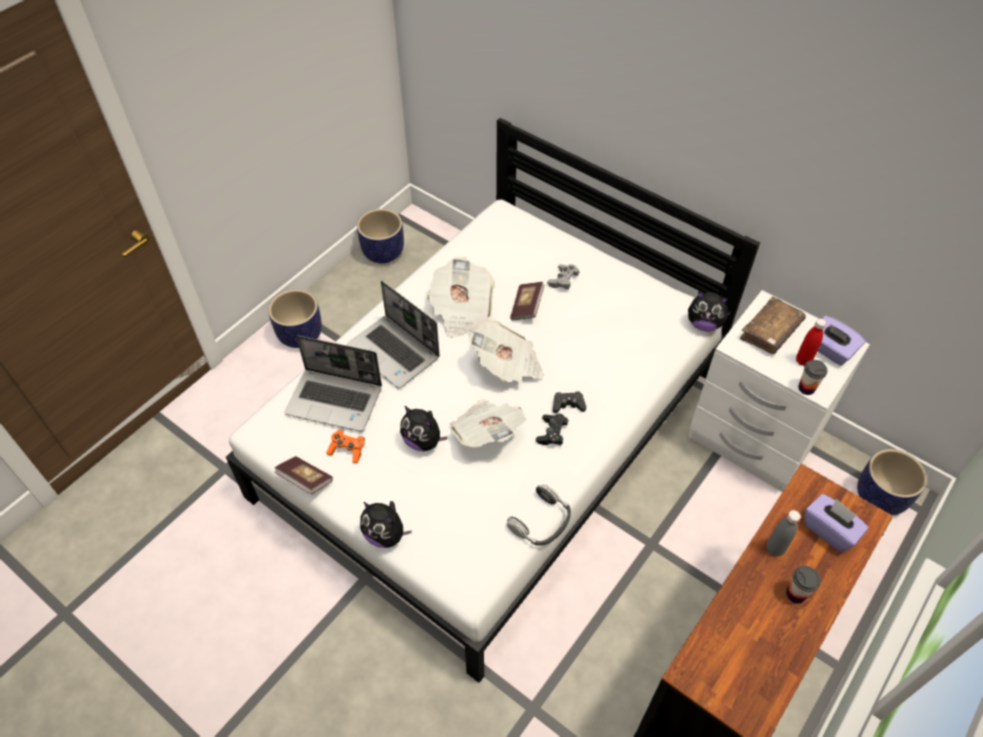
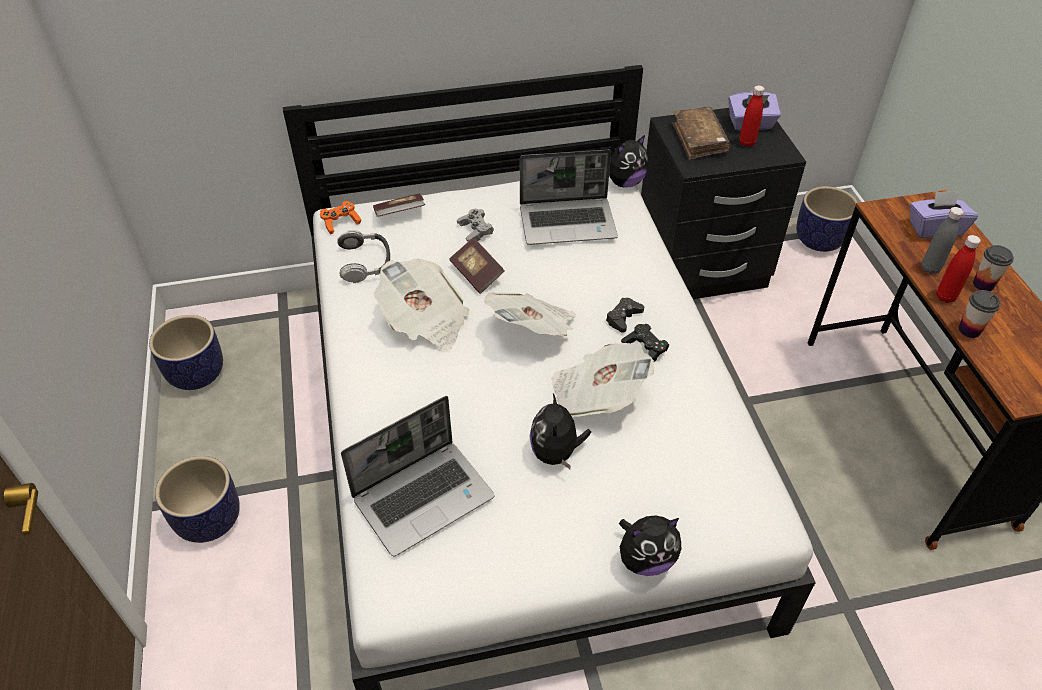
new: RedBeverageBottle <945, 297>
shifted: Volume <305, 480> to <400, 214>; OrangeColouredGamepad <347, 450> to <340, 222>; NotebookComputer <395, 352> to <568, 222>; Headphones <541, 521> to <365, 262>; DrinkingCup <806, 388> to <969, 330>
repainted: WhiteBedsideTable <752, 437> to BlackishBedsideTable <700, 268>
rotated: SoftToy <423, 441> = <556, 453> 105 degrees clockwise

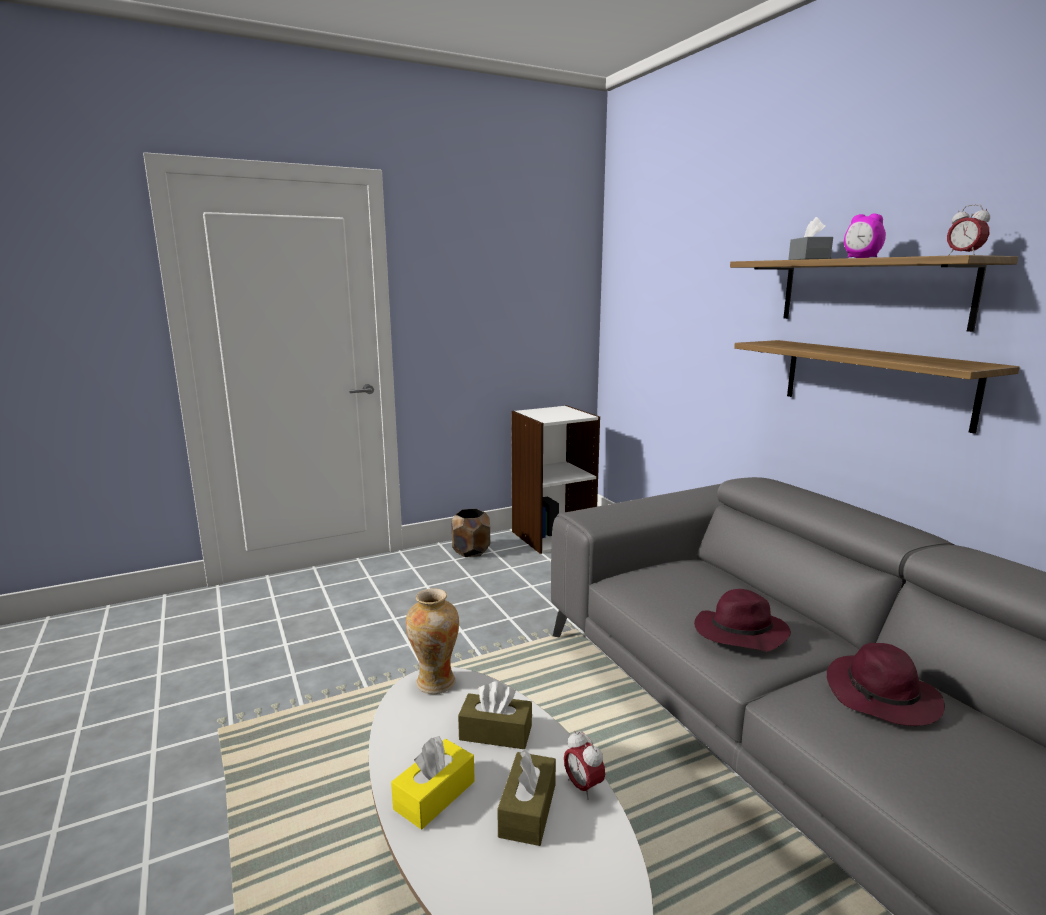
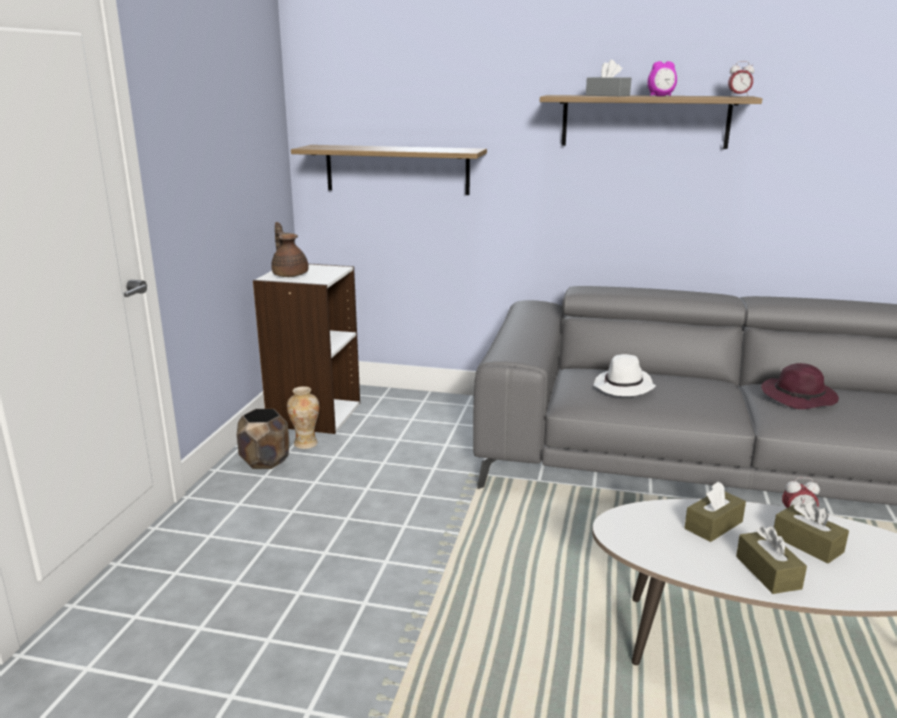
gone: PurpleColouredClothingHat <739, 634>
new: BrownishTeapot <290, 274>; WhiteClothingHat <624, 387>
shifted: Vase <435, 683> to <306, 444>; Shelf <874, 381> to <397, 169>
repainted: YellowTissueBox <434, 795> to BrownishTissueBox <768, 572>

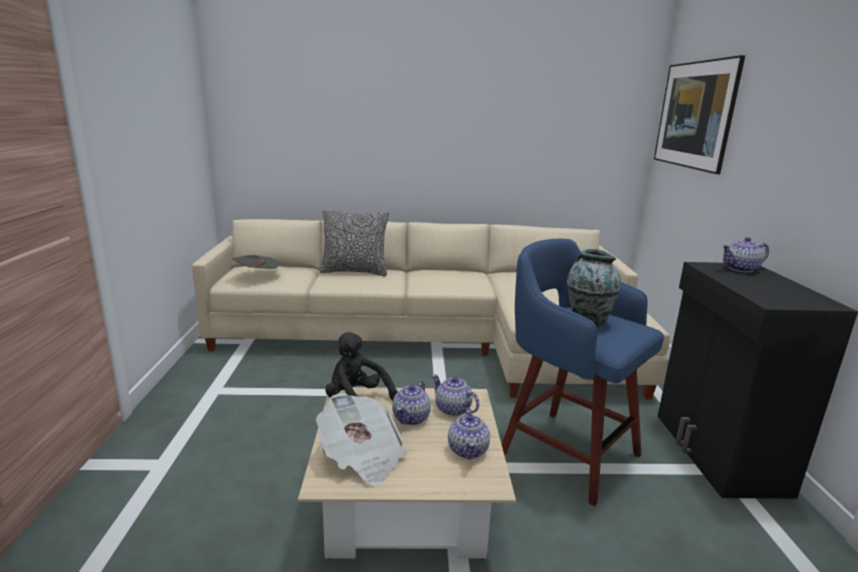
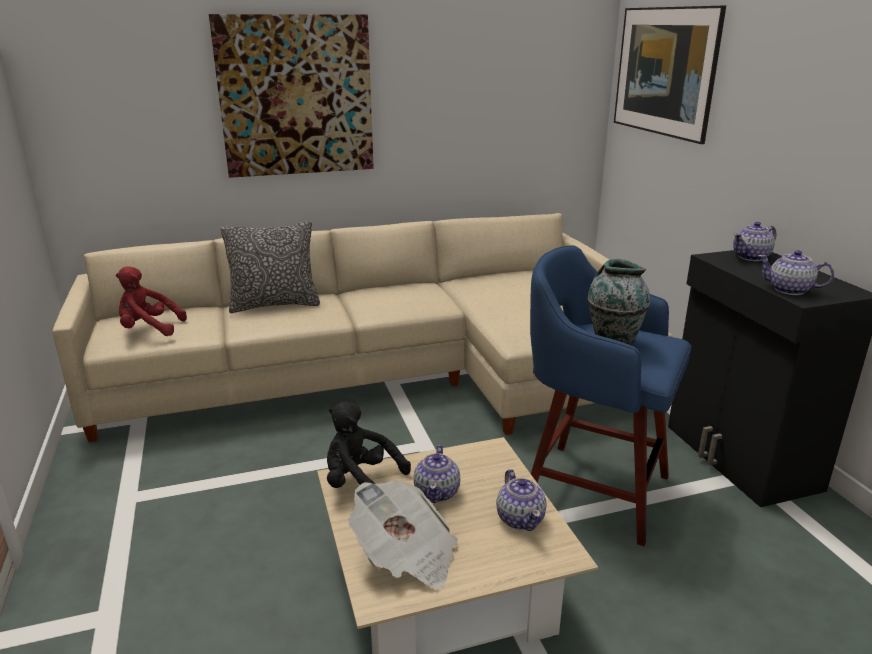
new: WallPicture <296, 96>
shifted: Teapot <453, 409> to <790, 290>
swapped: Newspaper <260, 275> to RedSoftToy <149, 329>

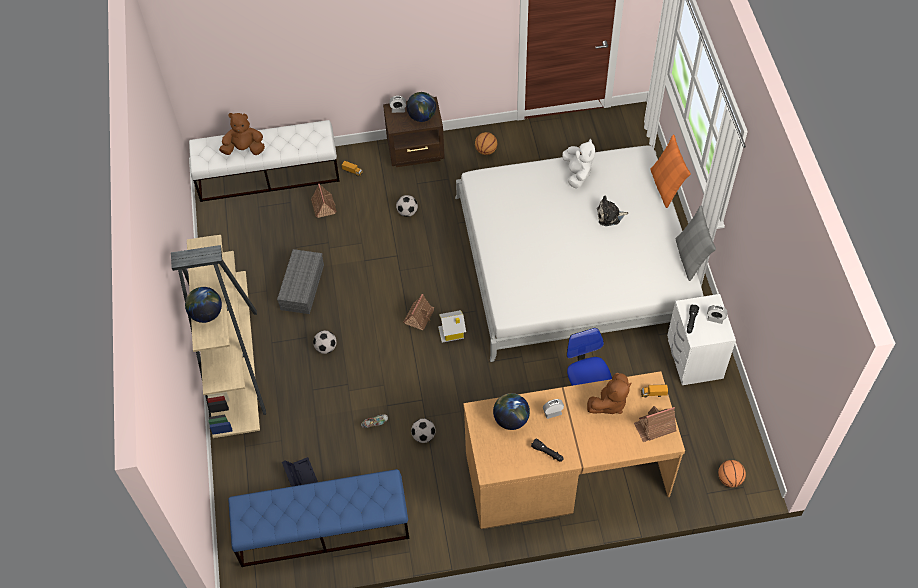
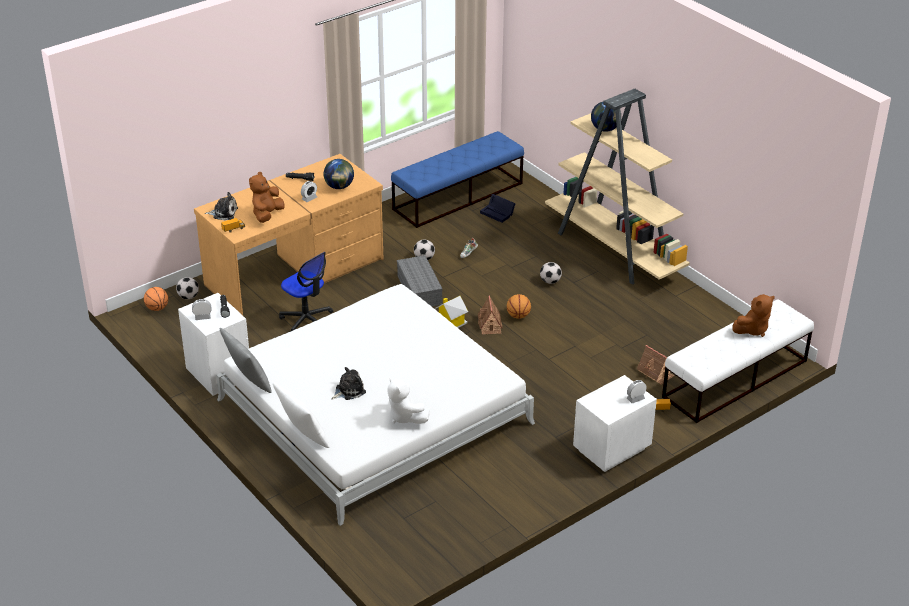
gone: WorldGlobe <422, 116>
shifted: GreyishStorageBox <302, 286> to <420, 290>; BallForFootball <407, 212> to <188, 297>; BasketballBall <486, 150> to <518, 316>
swapped: ToyHouse <654, 427> to SoftToy <223, 213>
repainted: BrownishBedsideTable <416, 152> to WhiteBedsideTable <610, 450>; OrangeColouredThrowPillow <666, 186> to WhiteThrowPillow <303, 436>

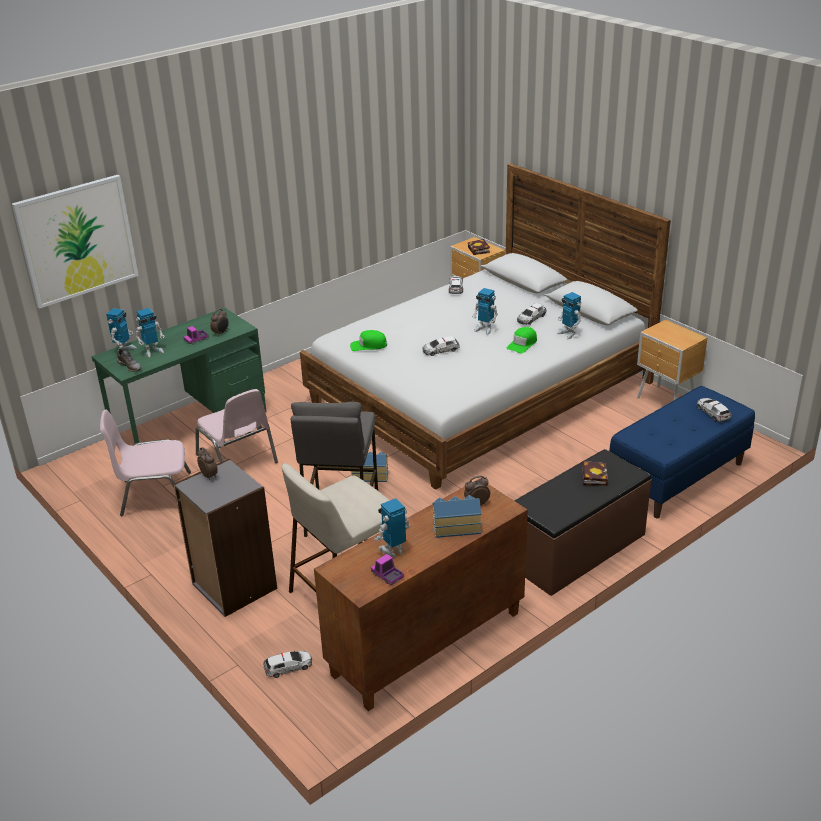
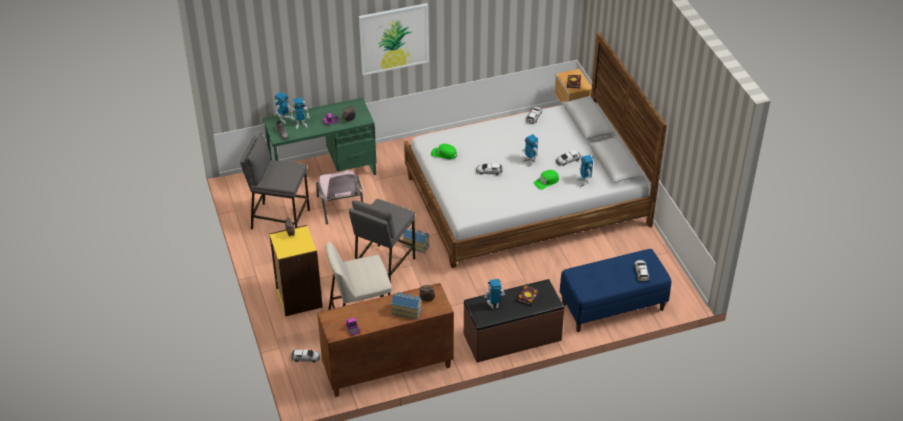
gone: BrownishBedsideTable <666, 402>
shifted: WallPicture <77, 240> to <394, 38>; RobotFigure <393, 550> to <494, 304>
swapped: PinkColouredPlainChair <155, 494> to GreyishStool <280, 219>
repainted: GreyishBookshelf <233, 586> to YellowBookshelf <298, 298>

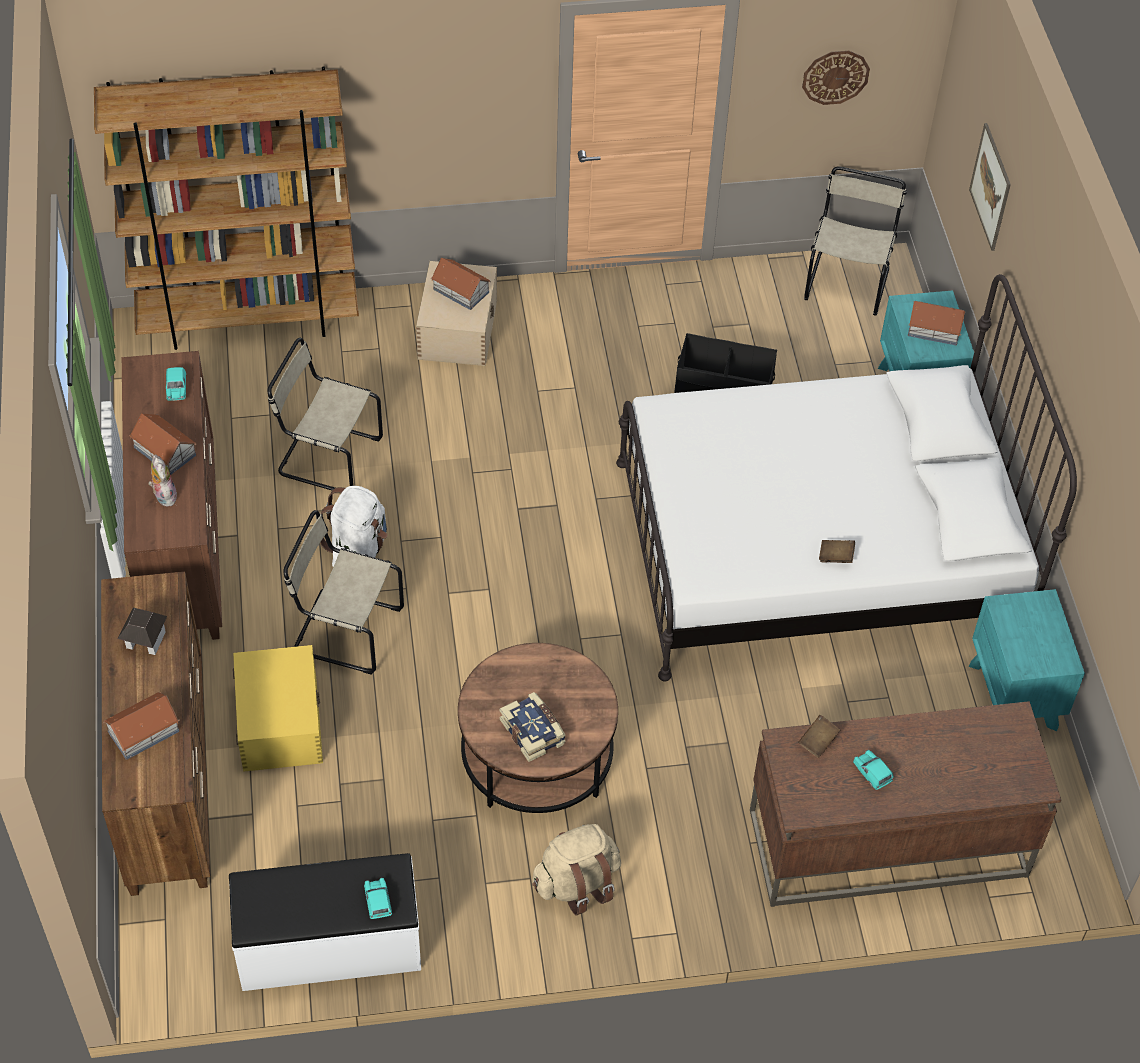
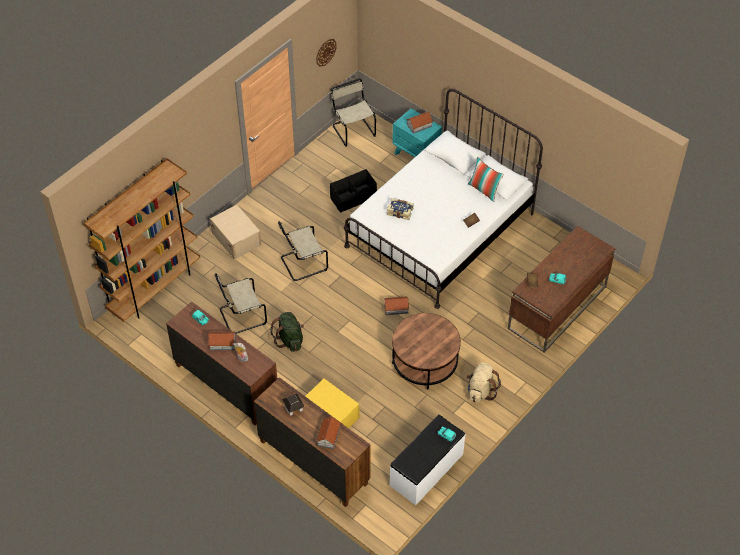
gone: WallPicture <990, 187>; TurquoiseBedsideTable <1014, 696>
new: ThrowPillow <484, 190>
shifted: BeigeColouredPlainChair <344, 630> to <302, 264>; ToyHouse <461, 291> to <396, 308>; Volume <533, 732> to <400, 211>
repainted: WhiteRucksack <357, 549> to GreenRucksack <289, 340>

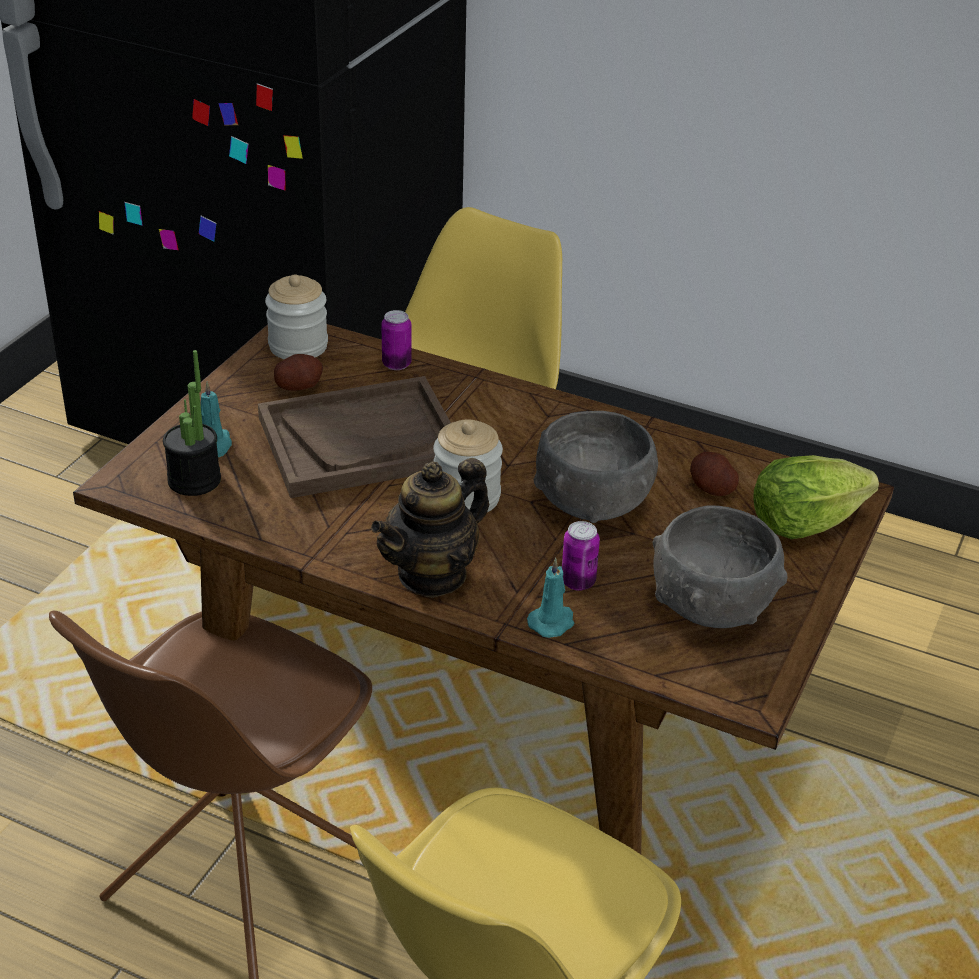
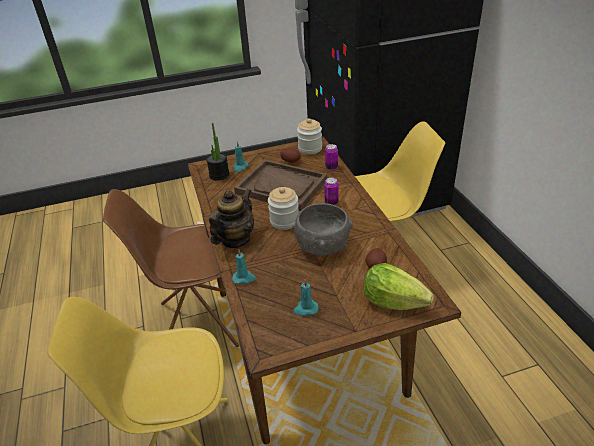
shifted: MetalCan <578, 582> to <331, 202>
swapped: GreyishBowl <712, 606> to TurquoiseCandle <305, 309>
rotated: Teapot <432, 574> = <235, 239> 120 degrees clockwise

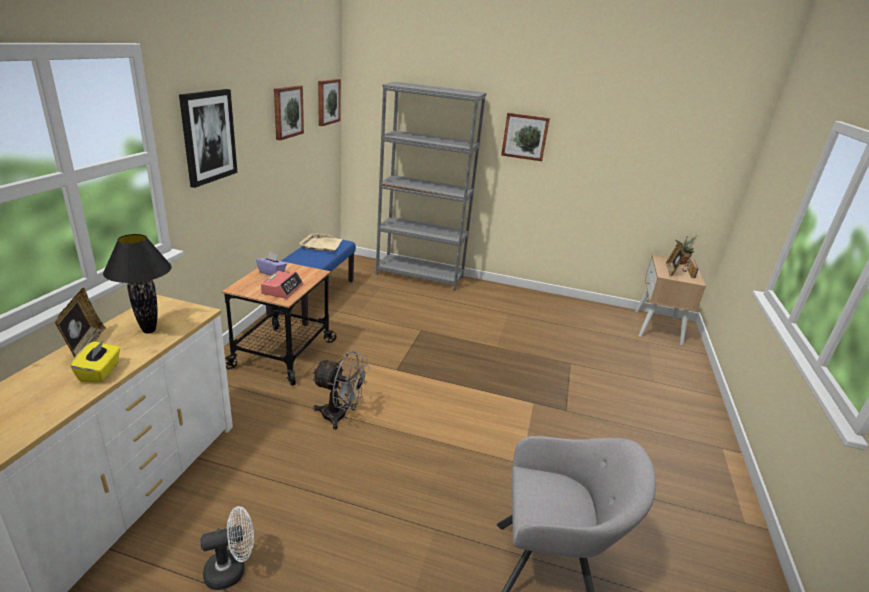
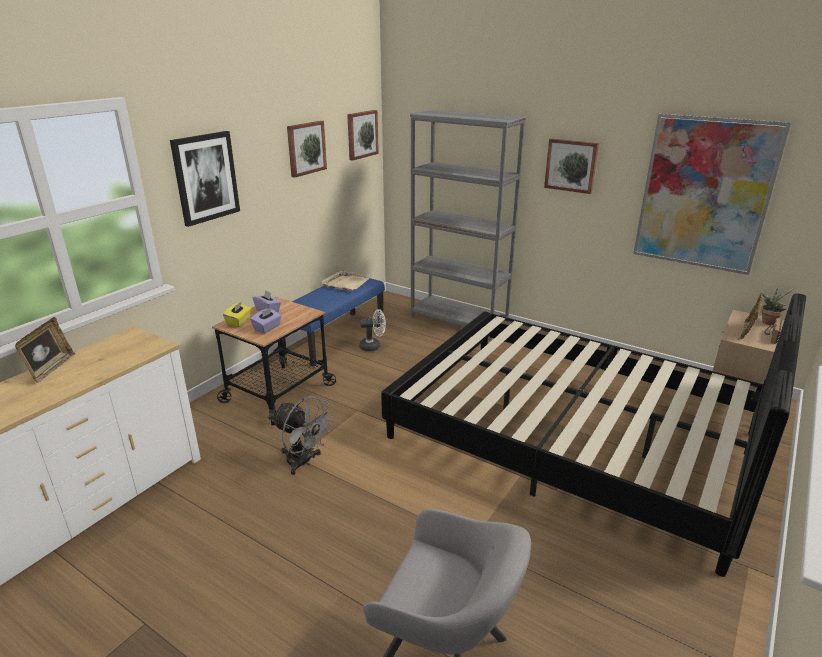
gone: BlackishLampForATable <150, 330>
new: BlackishBed <572, 437>; WallPicture <704, 194>
shifted: YellowTissueBox <100, 372> to <238, 322>; WhiteFan <232, 570> to <373, 346>
swapped: TableClock <282, 289> to PurpleColouredTissueBox <267, 328>

